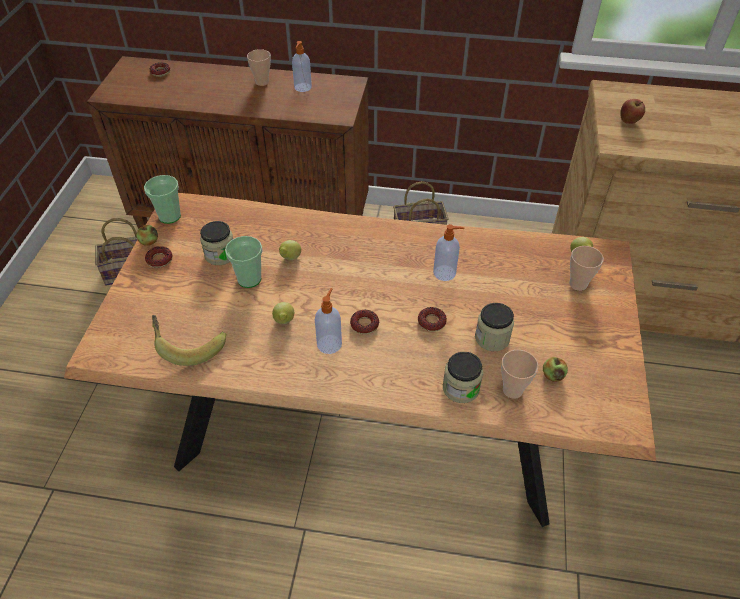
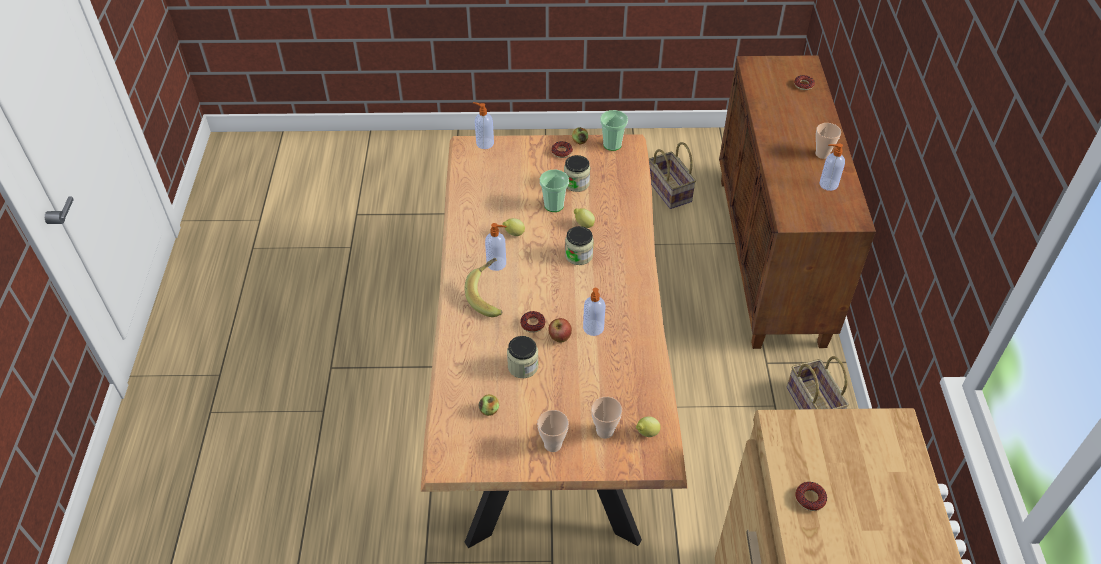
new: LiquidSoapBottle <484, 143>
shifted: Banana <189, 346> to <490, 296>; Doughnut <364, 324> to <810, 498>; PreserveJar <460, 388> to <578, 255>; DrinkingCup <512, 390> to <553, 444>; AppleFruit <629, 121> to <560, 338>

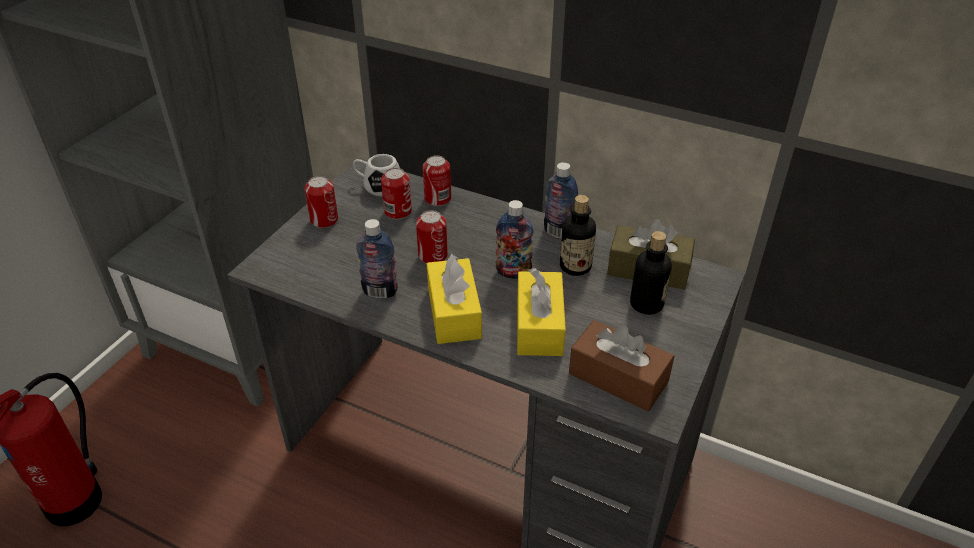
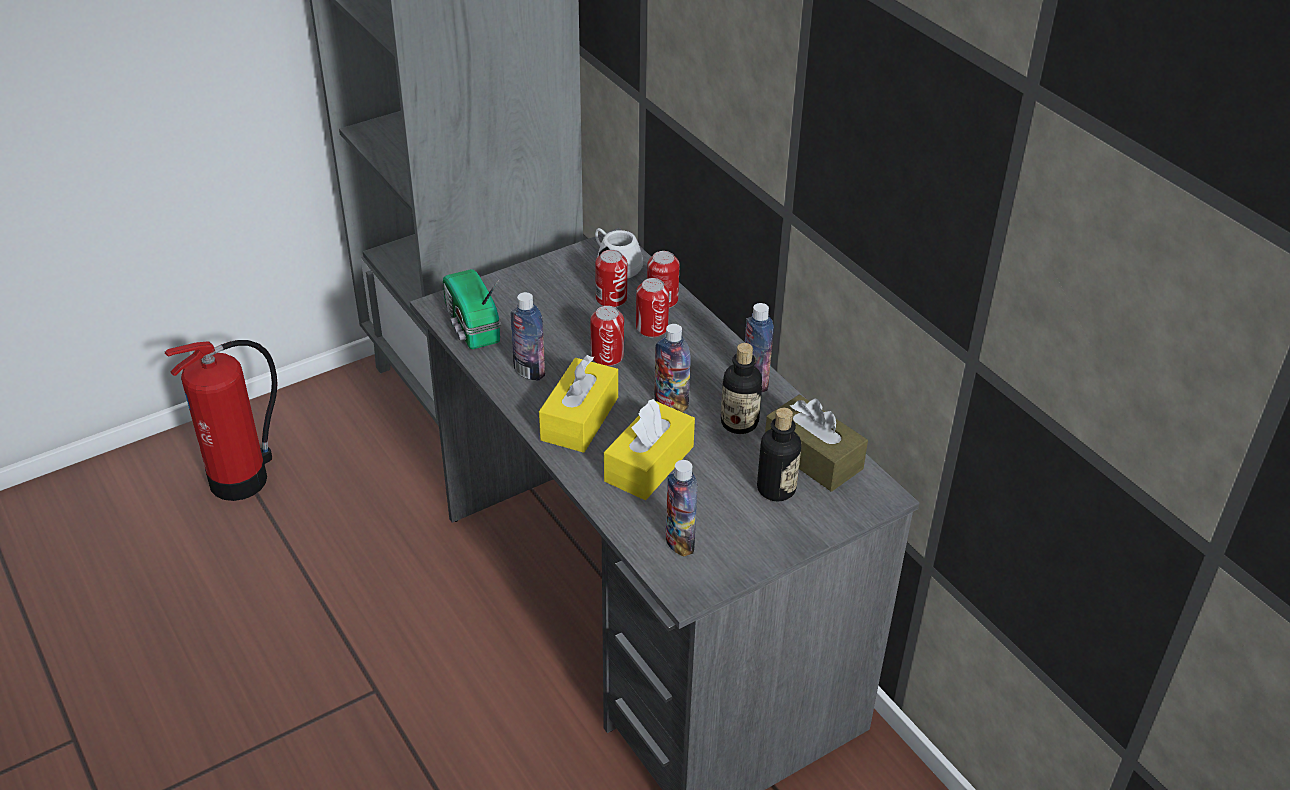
new: Radio <471, 326>
shifted: MetalCan <324, 220> to <652, 328>
swapped: BrownishTissueBox <618, 377> to BeverageBottle <679, 542>

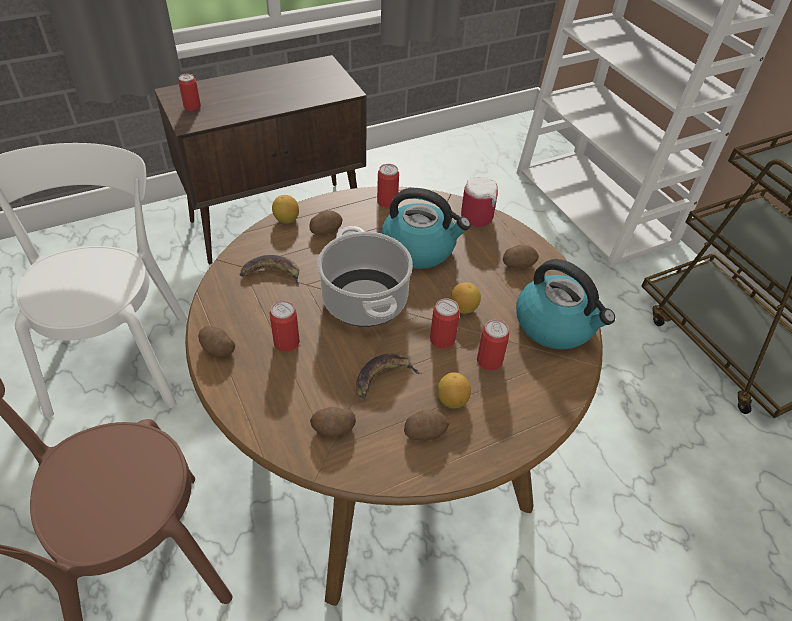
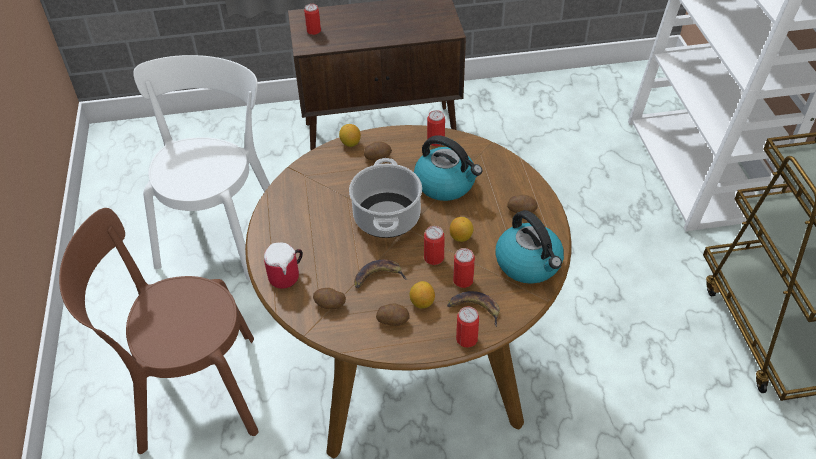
gone: WholePotato <217, 349>
shifted: Banana <271, 274> to <474, 309>; MetalCan <286, 342> to <466, 339>; CoffeeMug <480, 215> to <288, 276>

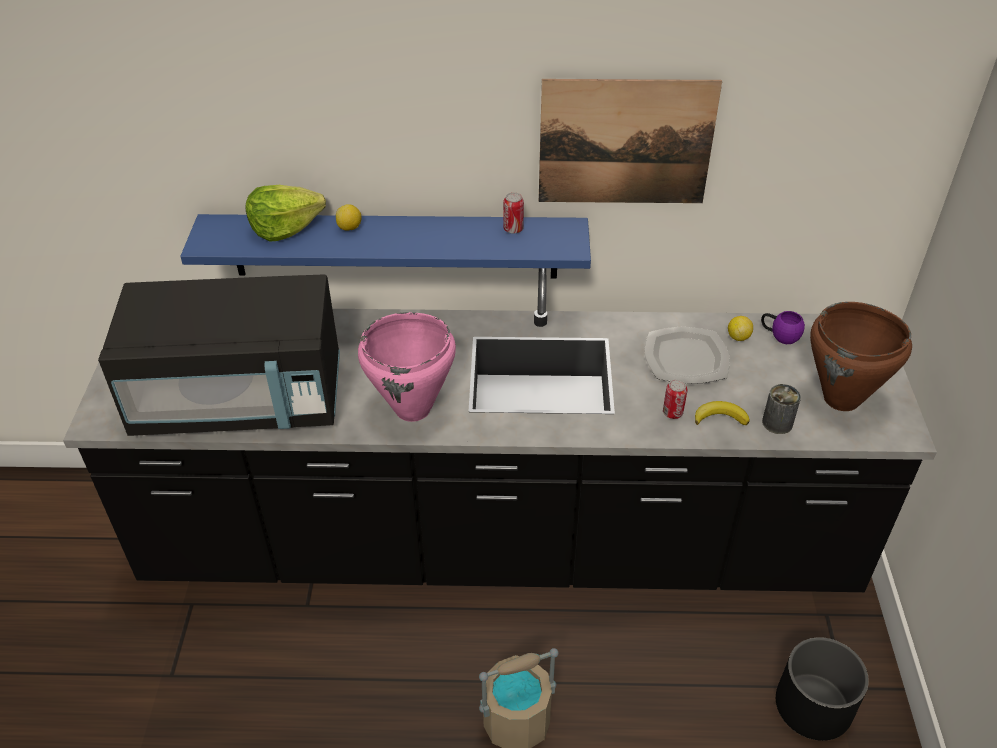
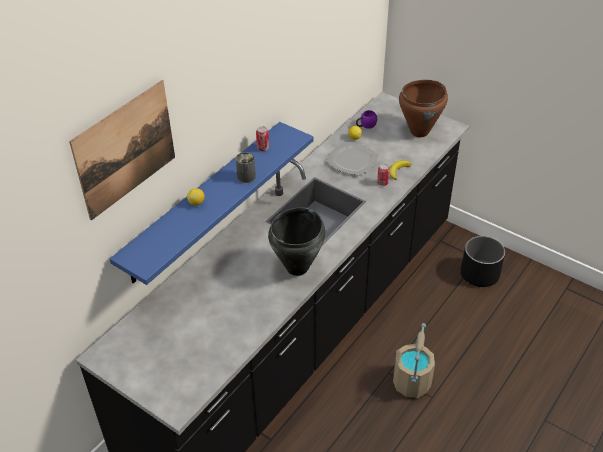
gone: BlackishMicrowave <241, 400>; LettuceHead <285, 228>
shifted: WallPicture <625, 142> to <125, 149>; MetalCan <777, 423> to <246, 177>
repainted: PinkColouredSaucepot <413, 409> to BlackishSaucepot <298, 267>

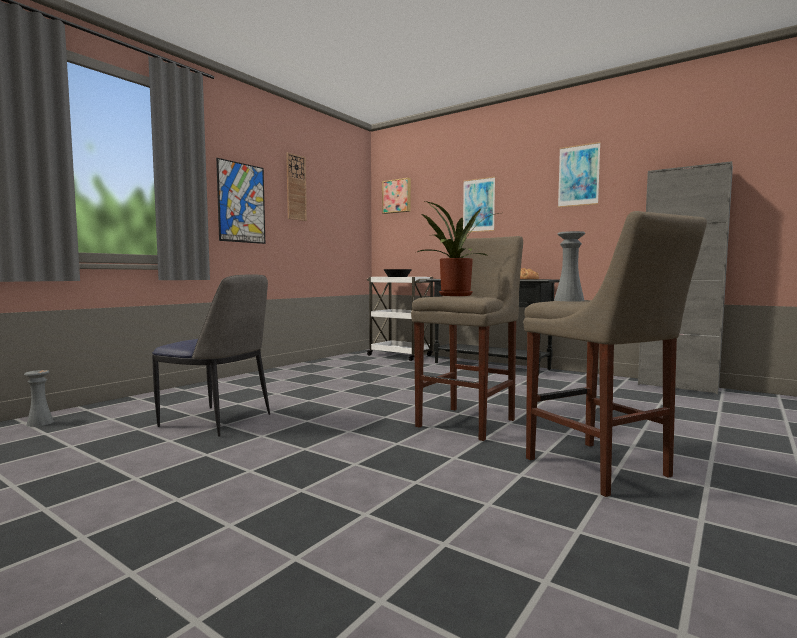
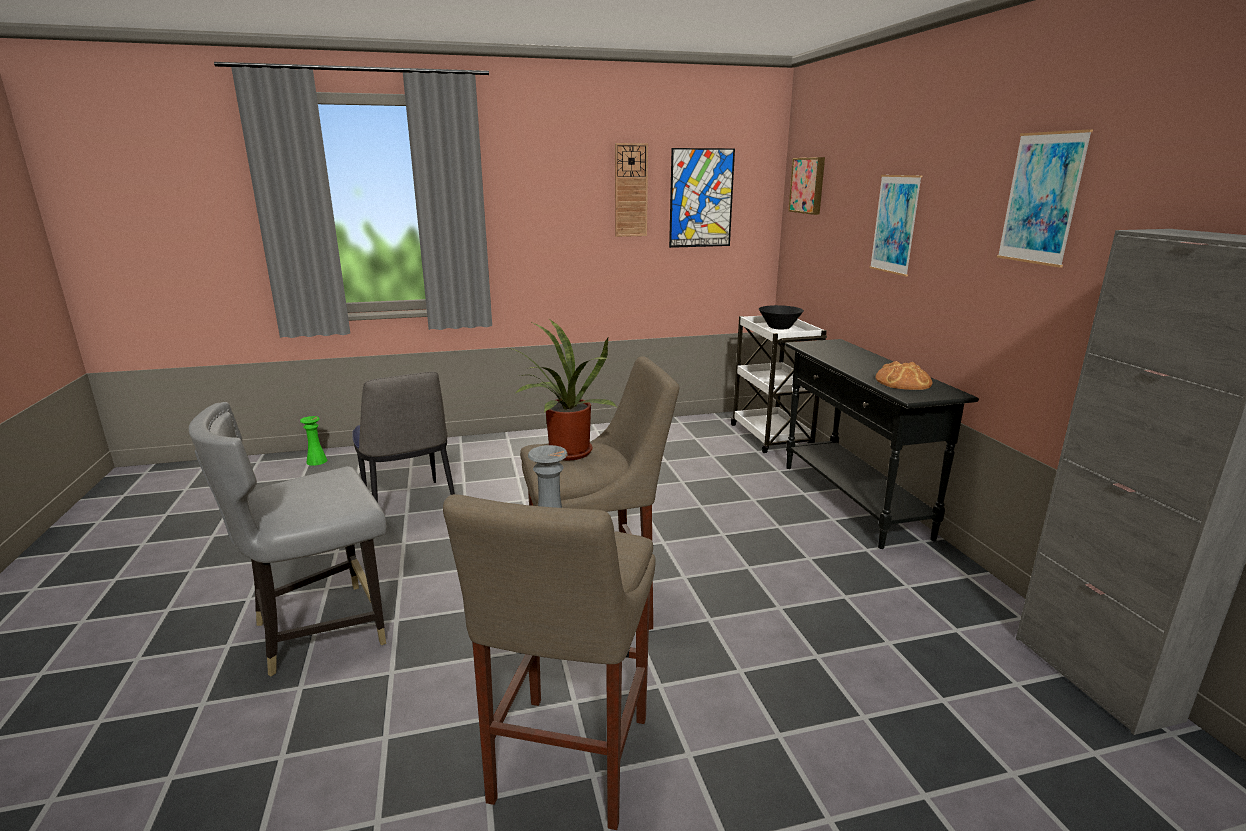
new: GreyishPlainChair <321, 629>
shifted: WallPicture <241, 203> to <701, 198>
repainted: GreyishVase <40, 423> to GreenVase <317, 461>

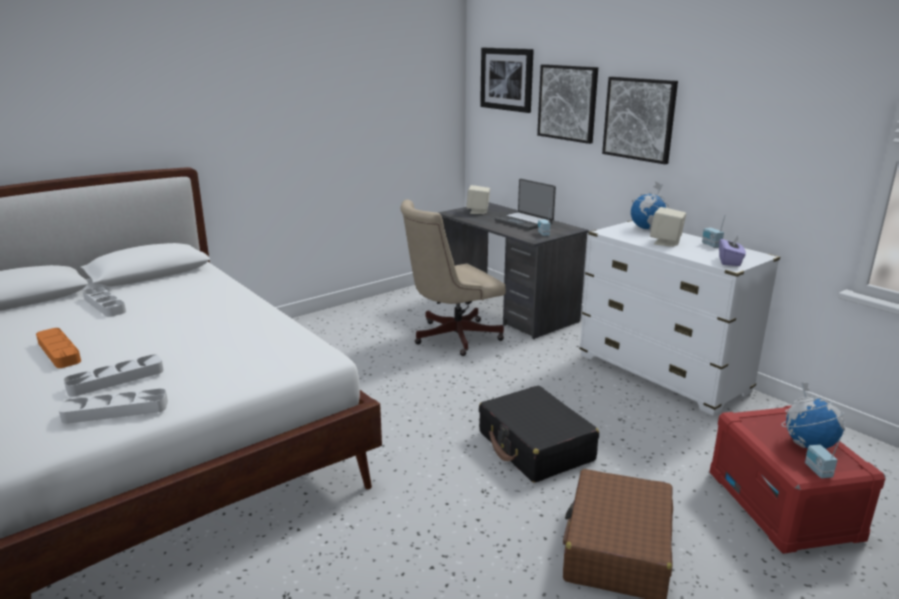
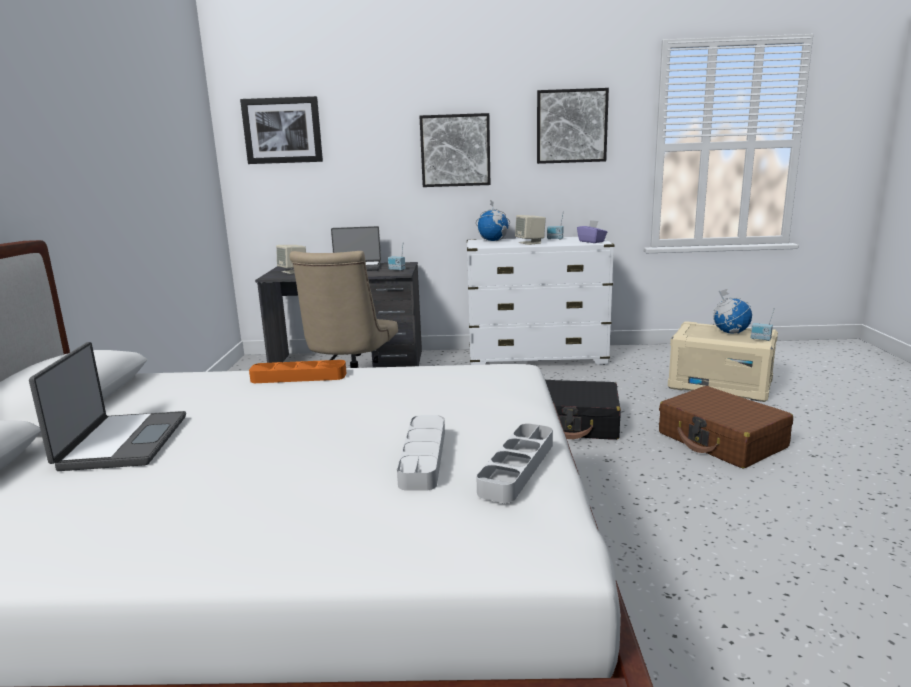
shifted: OrangeColouredServingTray <59, 352> to <299, 377>; WallPicture <567, 103> to <571, 126>
swapped: GreyishServingTray <104, 305> to NotebookComputer <121, 442>
repainted: RedStorageBox <783, 506> to BeigeColouredStorageBox <720, 385>

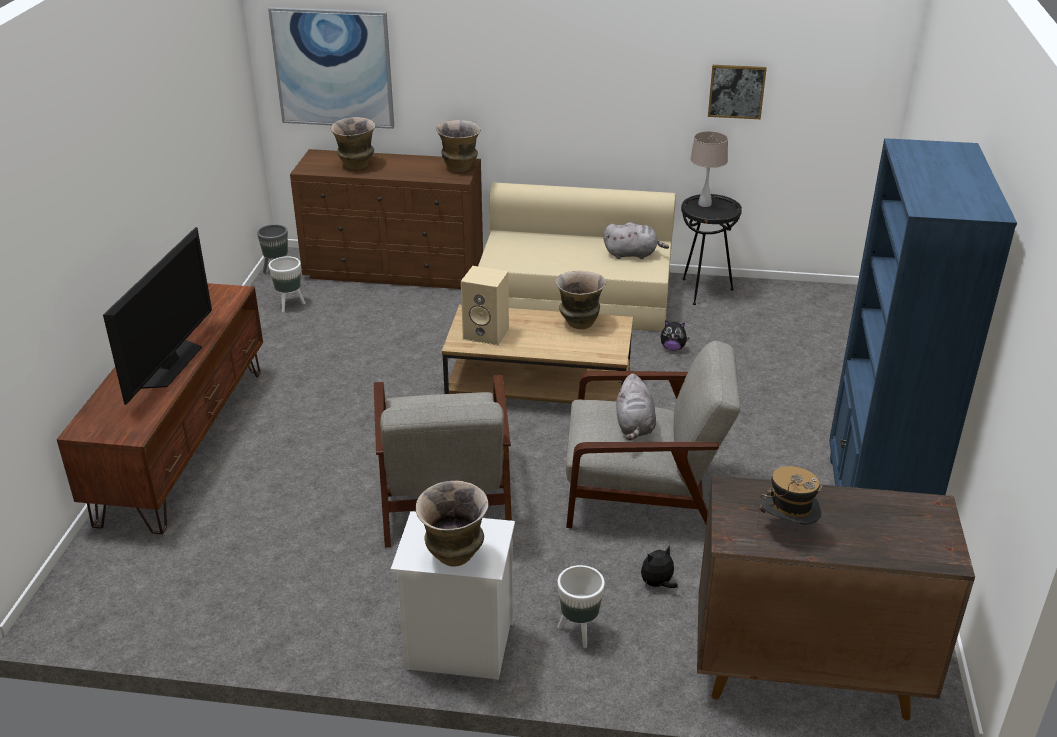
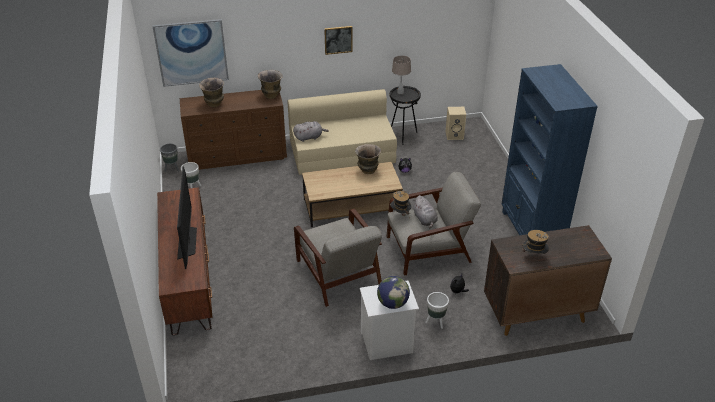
new: ClothingHat <400, 214>
shifted: BeigeColouredSpeaker <487, 333> to <455, 135>; GreyishSoftToy <632, 254> to <309, 137>; WallPicture <736, 91> to <338, 39>
swapped: Vase <454, 557> to WorldGlobe <392, 303>

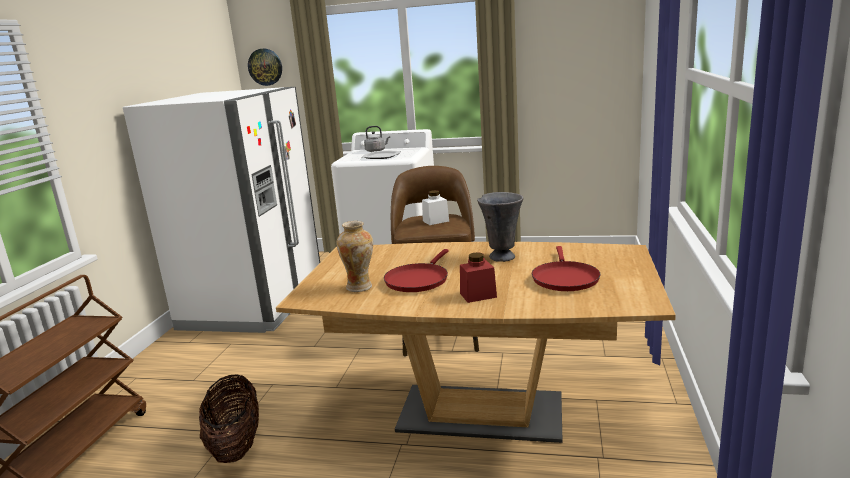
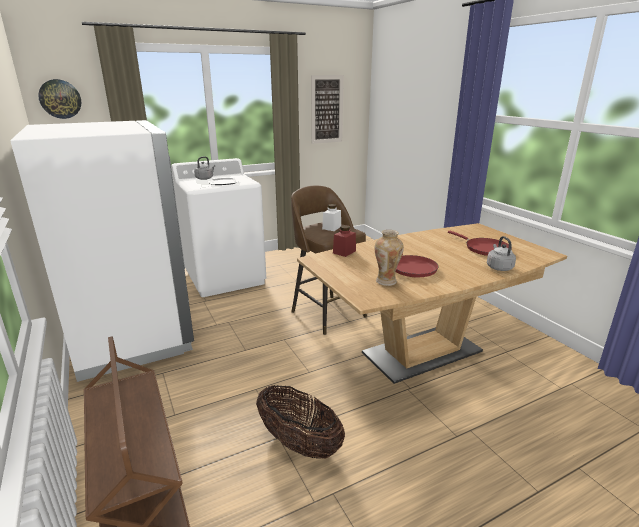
gone: GreyishVase <502, 257>
new: WallPicture <327, 109>; GreyishKettle <498, 267>
shifted: RedPreserveJar <478, 295> to <344, 252>

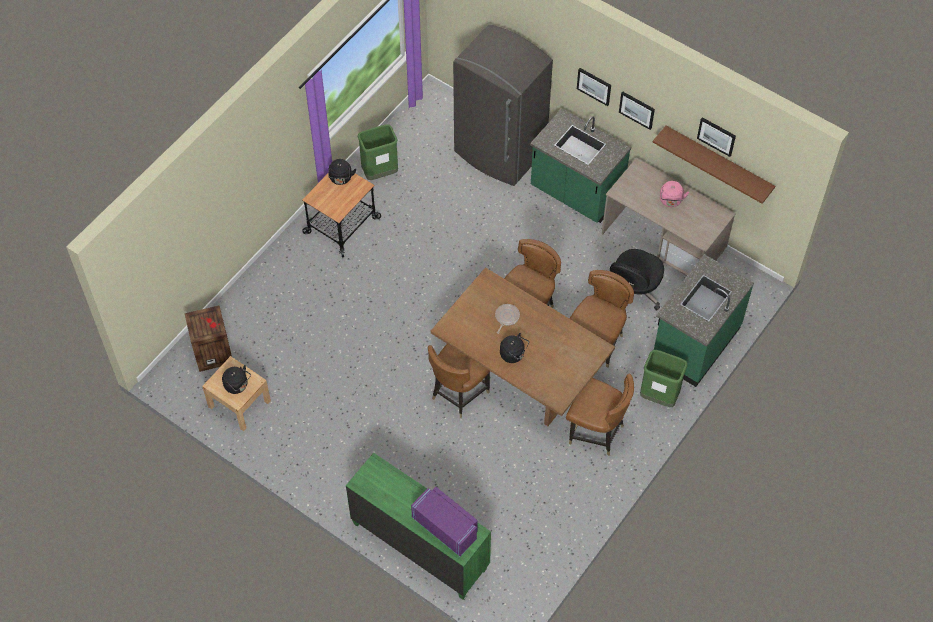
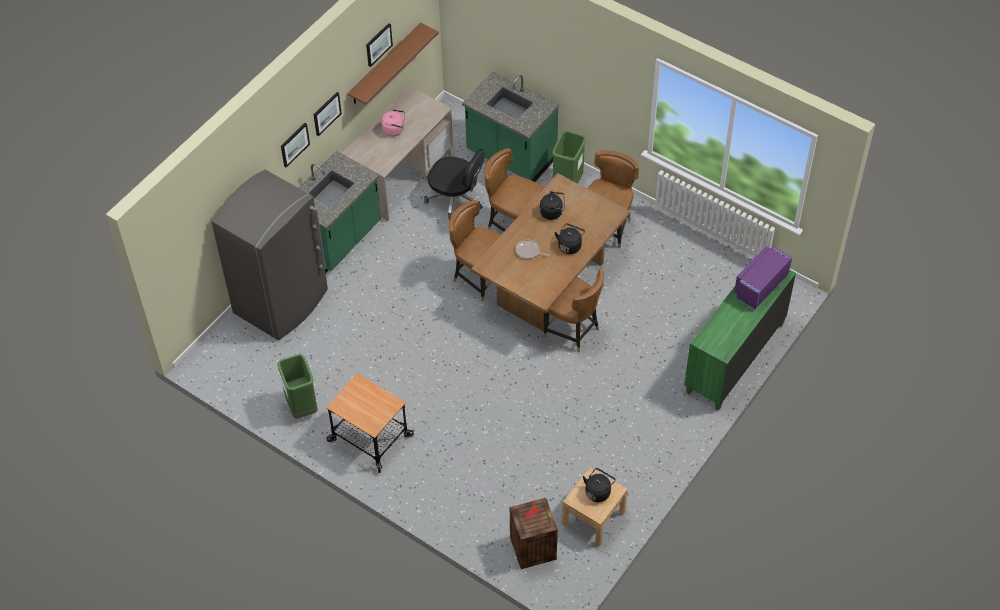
shifted: BlackishKettle <341, 179> to <552, 212>

